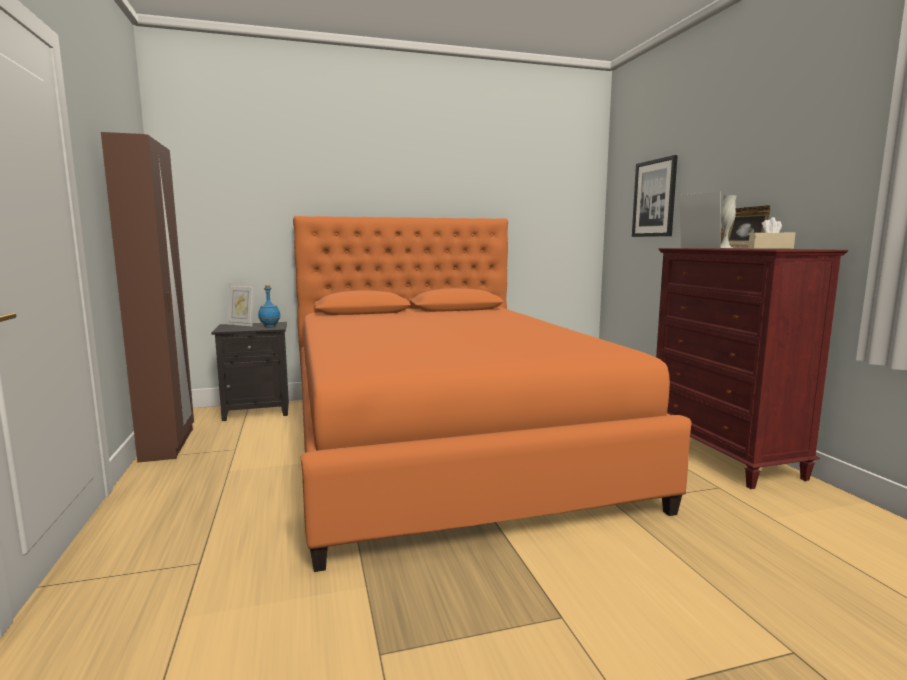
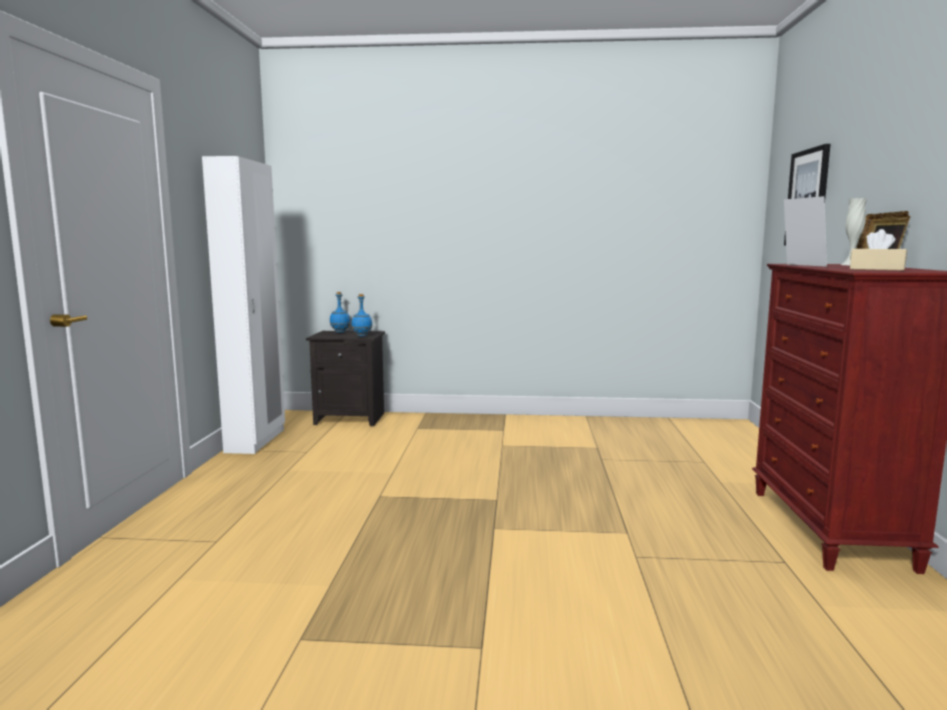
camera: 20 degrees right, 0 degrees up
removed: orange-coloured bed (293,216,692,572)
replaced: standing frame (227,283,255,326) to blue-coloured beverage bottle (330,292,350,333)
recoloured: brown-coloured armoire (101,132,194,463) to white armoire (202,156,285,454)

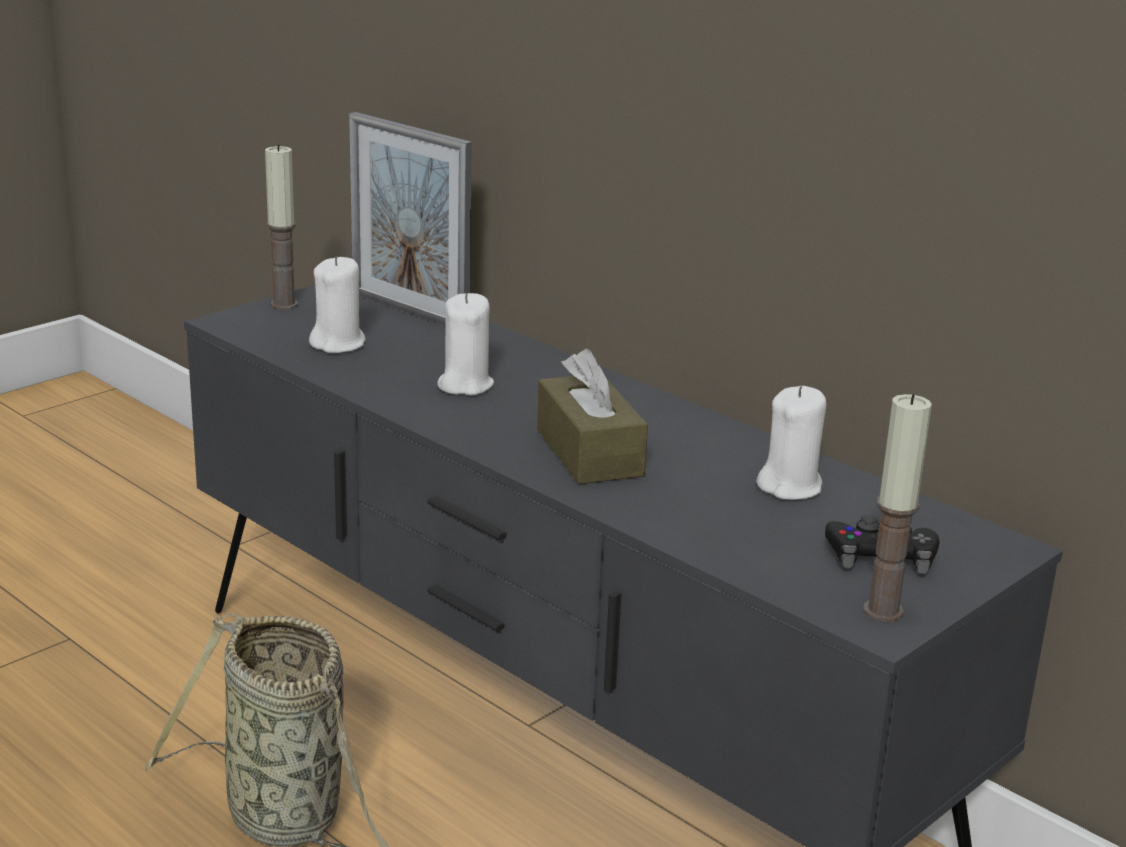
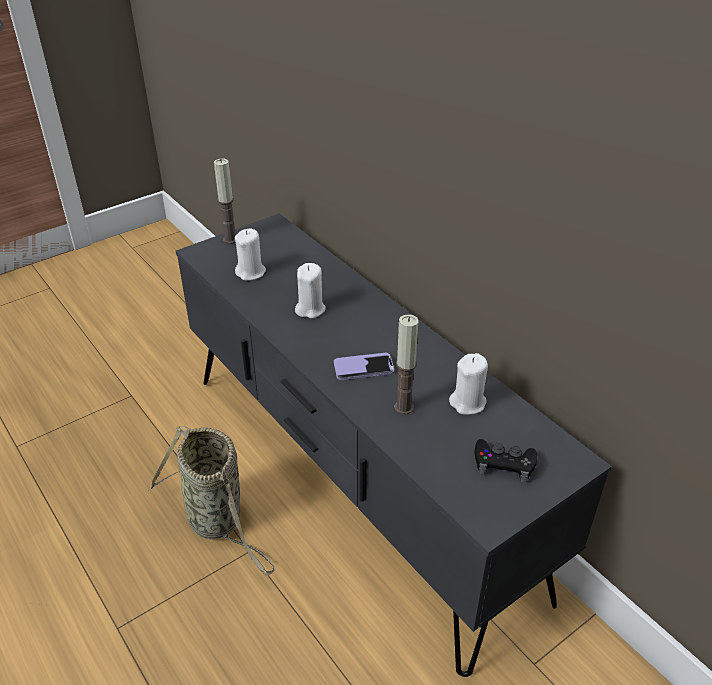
camera: 10 degrees right, 15 degrees up
removed: standing frame (349,112,472,326)
moved: wax light (863,394,932,622) to (394,314,419,415)
replaced: brown-coloured tissue holder (537,349,648,484) to handset (334,353,394,380)

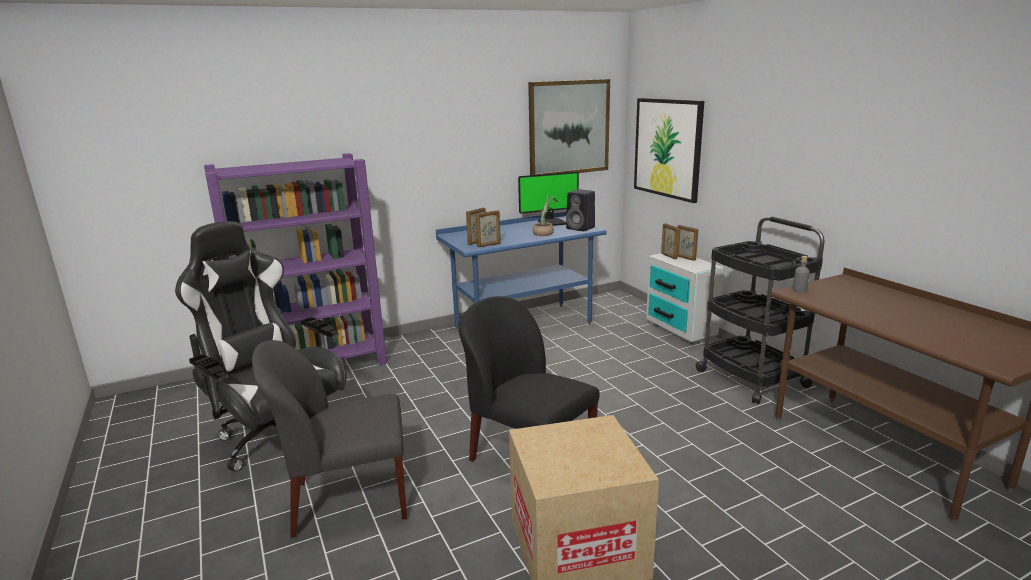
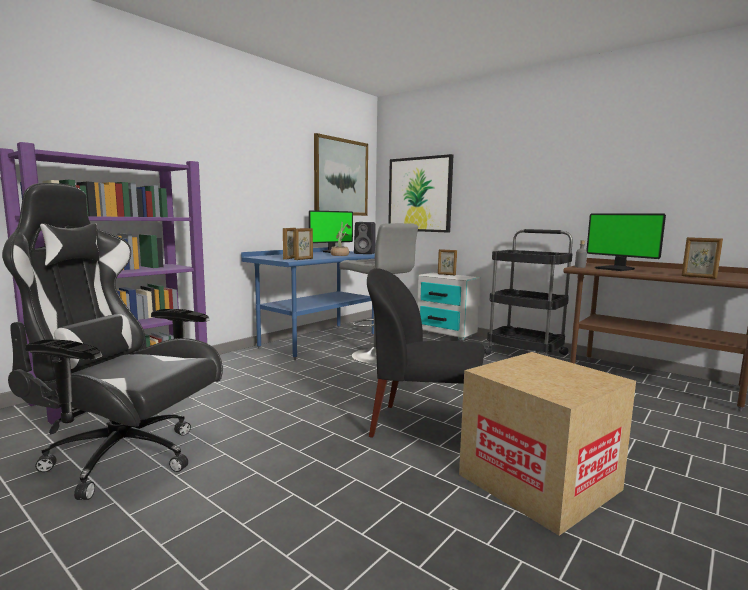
camera: 25 degrees left, 10 degrees down
removed: gray upright chair (252,340,407,538)
added: computer screen (586,213,666,271); gray stool seat (339,223,418,364)
moved: standing frame (661,223,679,259) to (682,237,723,279)

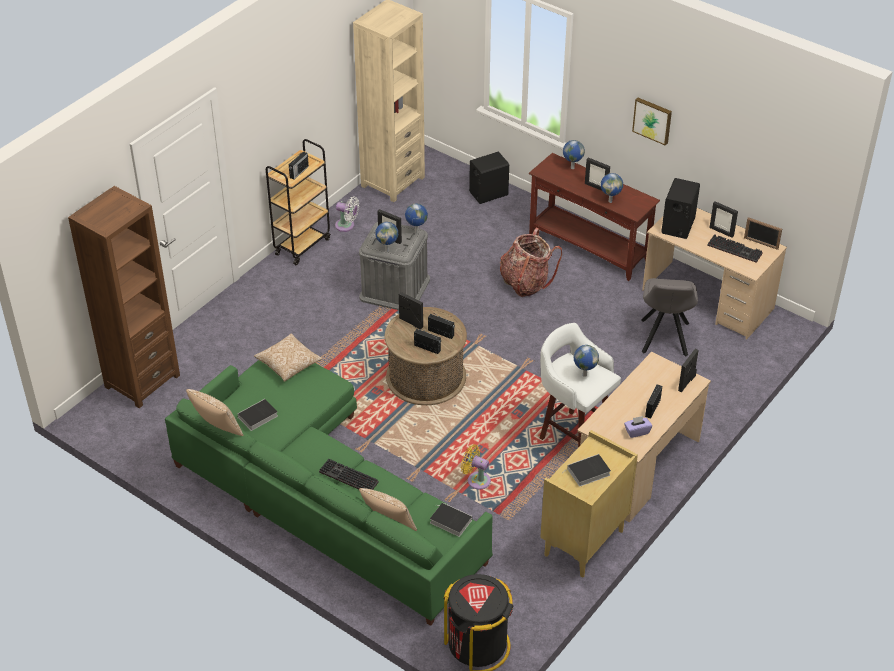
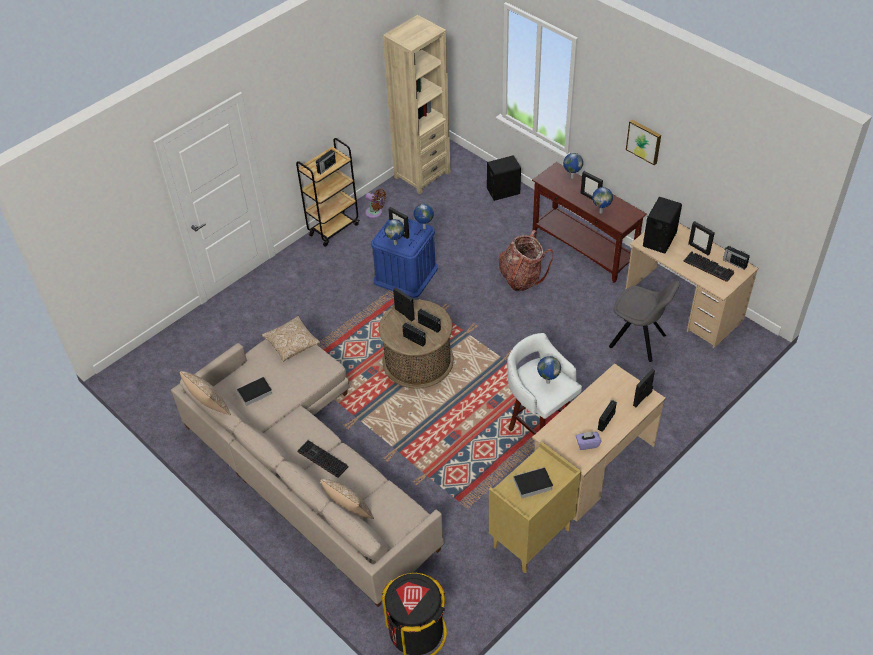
camera: 10 degrees right, 5 degrees up
removed: brown-coloured bookcase (68,186,180,408); yellow cooling fan (461,445,491,490); bound book (430,502,472,537)
replaced: standing frame (744,217,782,250) to radio receiver (723,246,750,270)
recoloured: white cooling fan (335,197,359,232) to brown-coloured cooling fan (365,189,386,218); gray storage container (359,222,430,310) to blue-coloured storage container (371,219,438,298); green sofa (165,360,493,626) to beige sofa (171,339,444,607)
turned: gray upright chair (641,278,698,356) = (609,280,680,362) 75 degrees counterclockwise

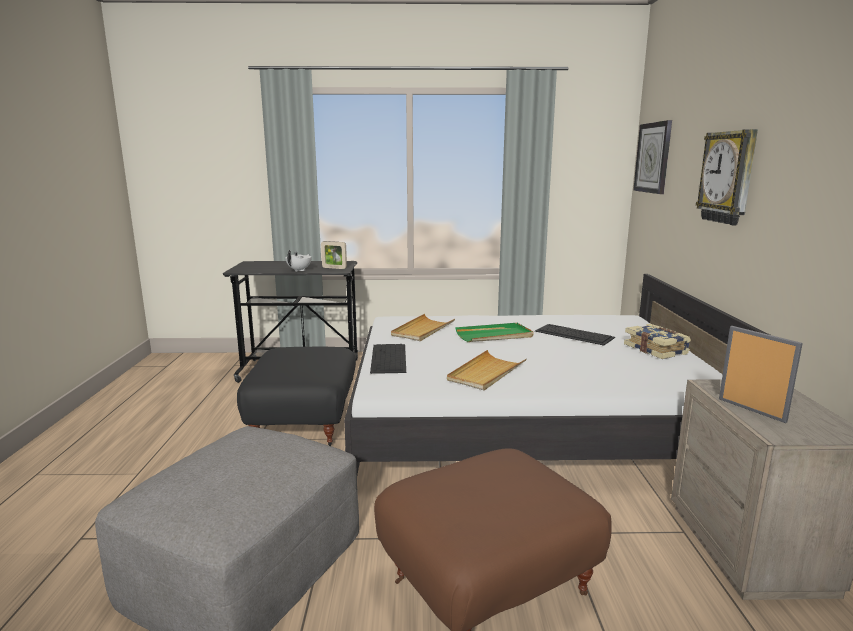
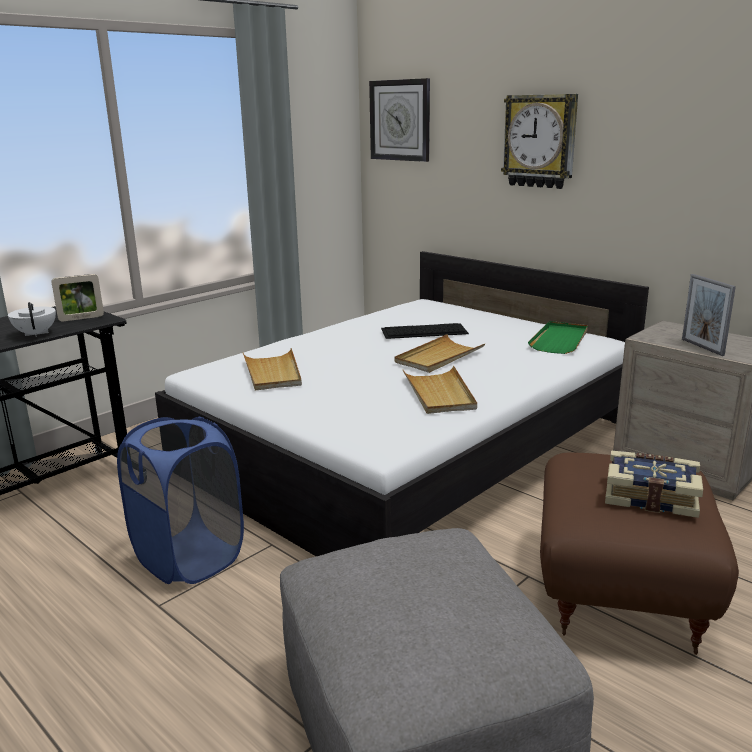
camera: 45 degrees left, 5 degrees up
removed: keyboard (370,344,406,374)
added: beige tray (394,334,485,373)
moved: green tray (455,323,534,342) to (528,321,588,354); bound book (624,324,691,359) to (605,451,703,518)
replaced: blackish ottoman (237,347,356,446) to blue-coloured washing basket (117,417,244,584)
turned: standing frame (719,326,803,423) = (682,274,736,356) 120 degrees counterclockwise

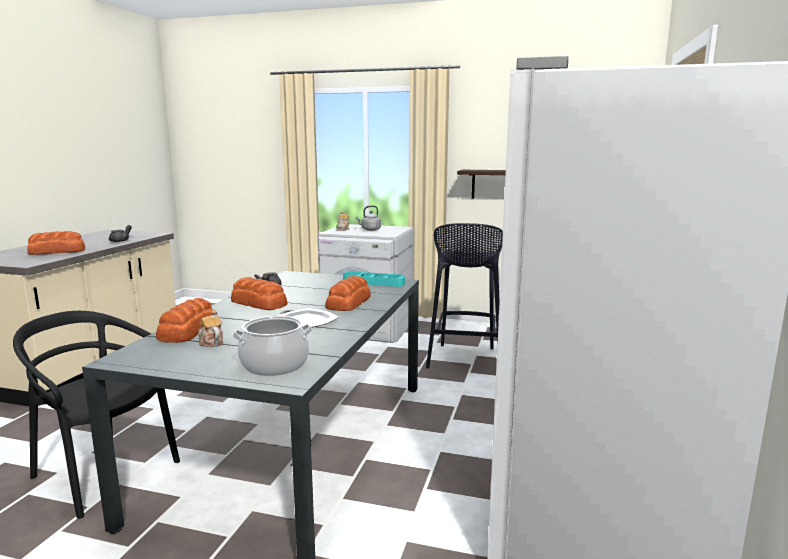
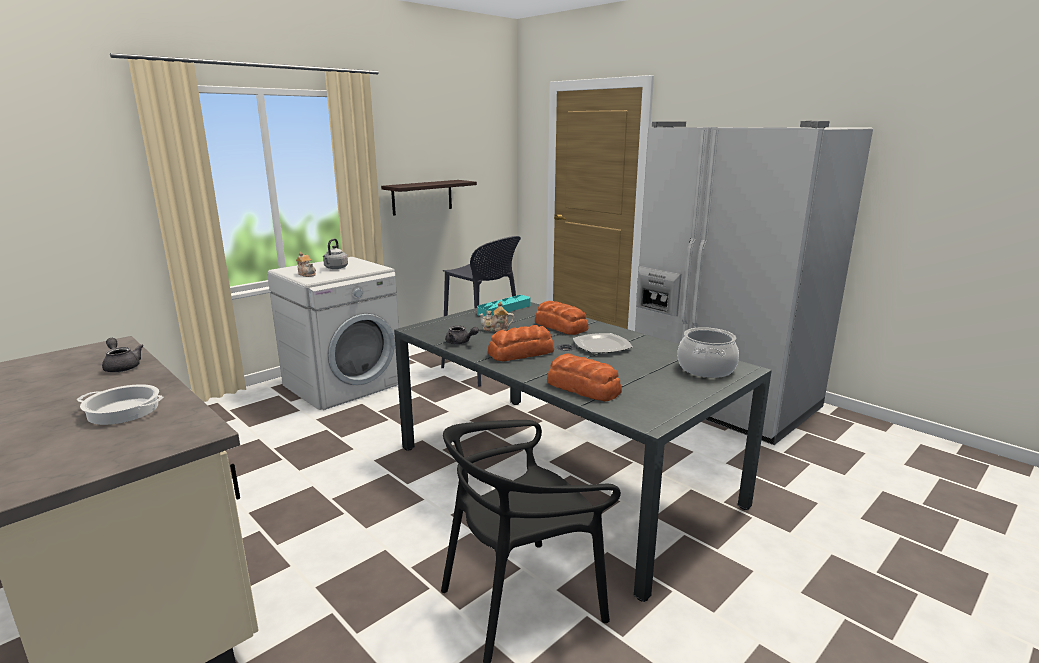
camera: 60 degrees left, 5 degrees up
moved: teapot (198,309,223,347) to (479,302,514,332)
replaced: baked bread (27,231,85,255) to saucepot (77,384,164,425)

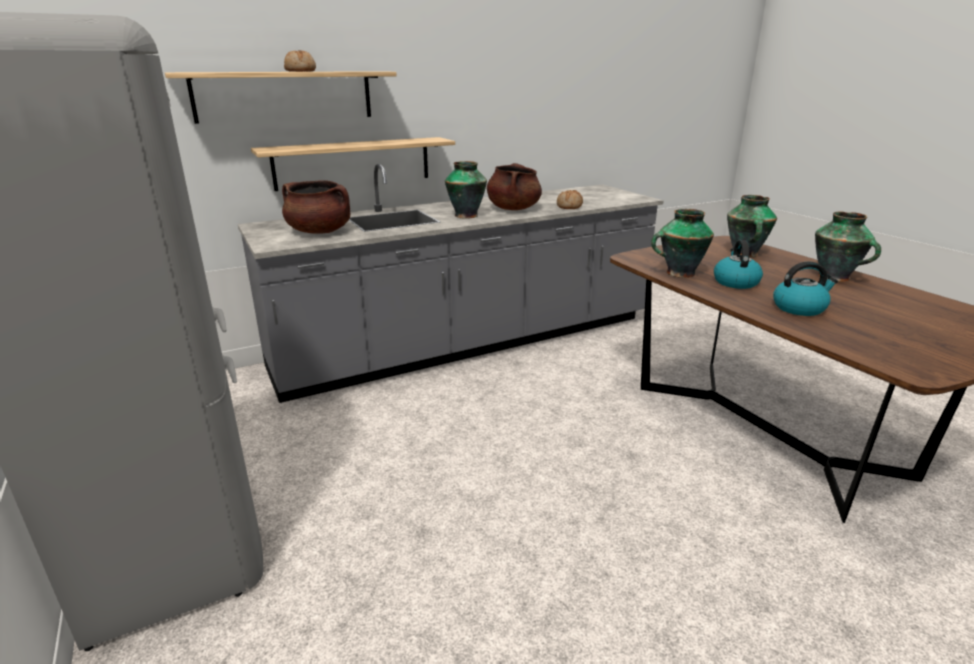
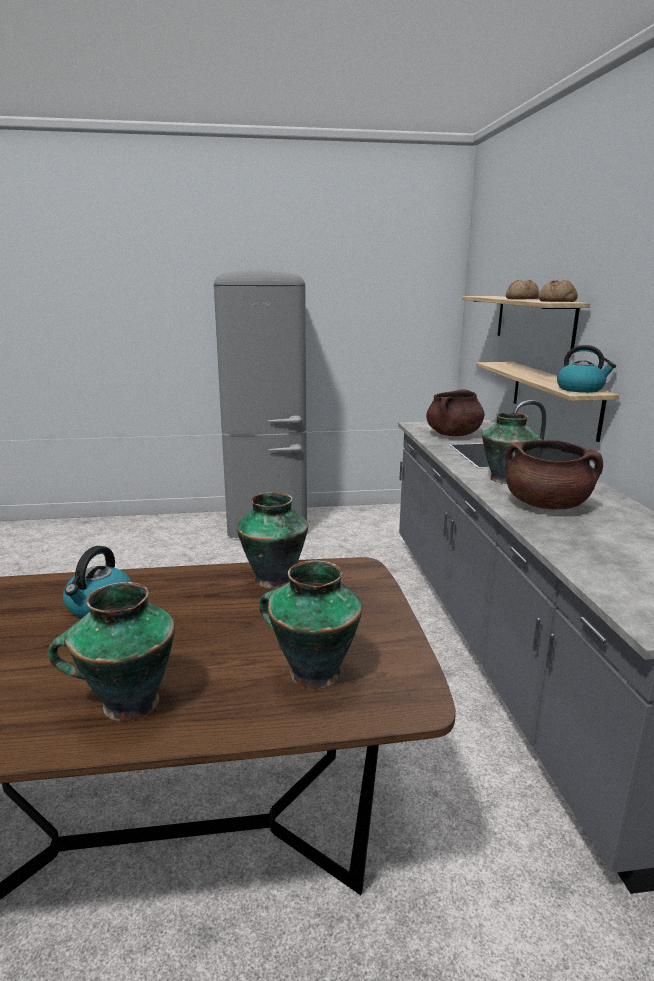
camera: 110 degrees right, 5 degrees down
moved: baked bread (557,190,583,209) to (538,280,578,302); water kettle (714,240,763,289) to (557,345,616,393)

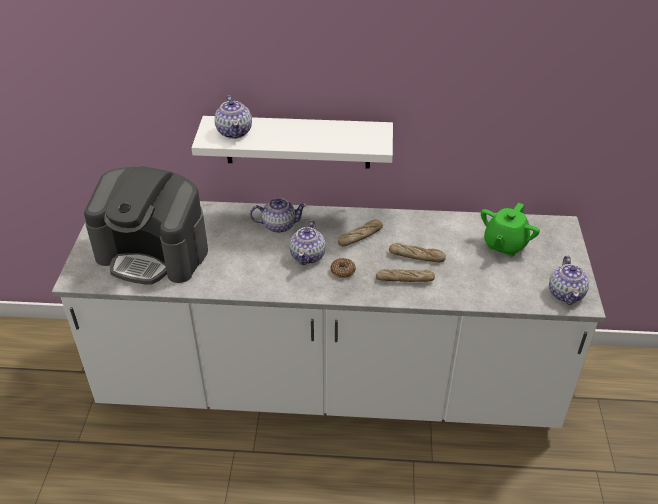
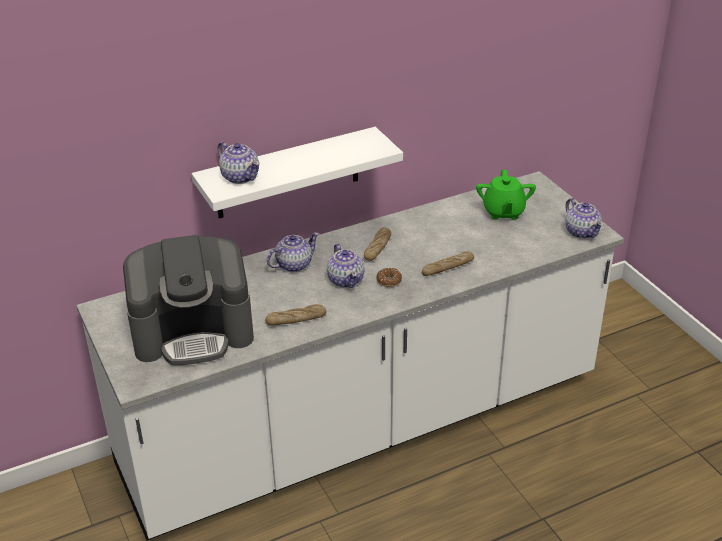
camera: 30 degrees left, 5 degrees down
moved: baked bread (389,243,446,262) to (265,304,326,325)

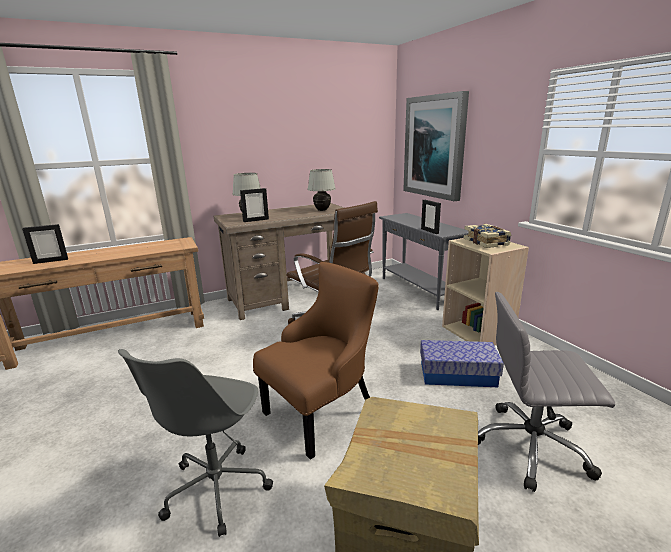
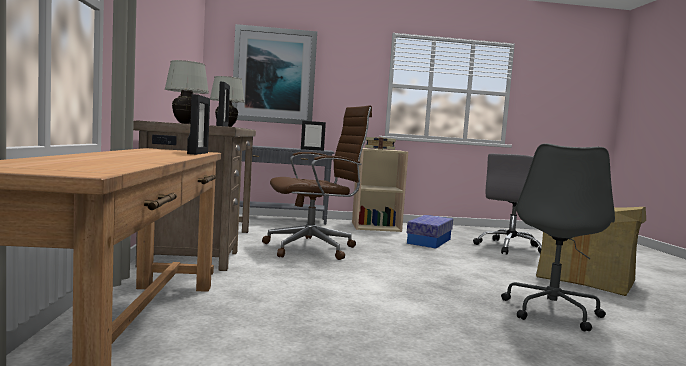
camera: 70 degrees left, 15 degrees down
removed: brown-coloured upright chair (253,262,379,460)
moved: standing frame (22,224,68,264) to (187,94,210,155)
turned: gray computer chair (118,349,273,537) = (501,143,615,331) 75 degrees clockwise

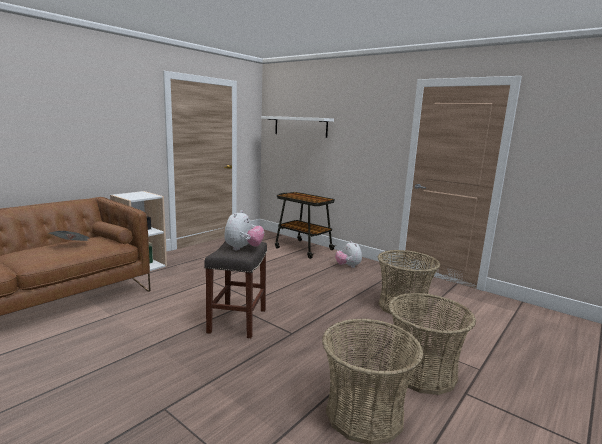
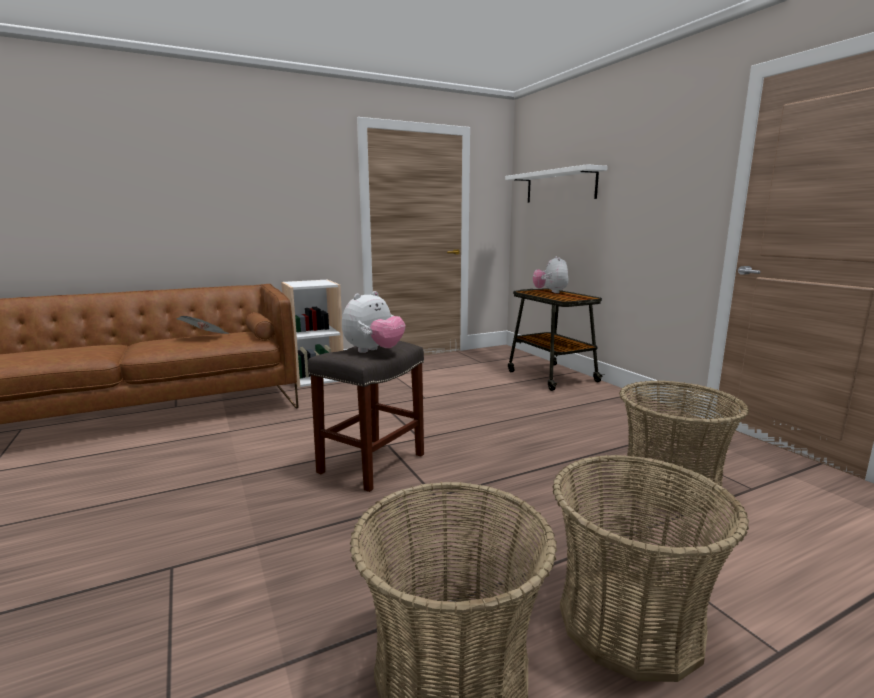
camera: 25 degrees right, 0 degrees up
moved: cuddly toy (335,241,362,268) to (533,256,568,293)

